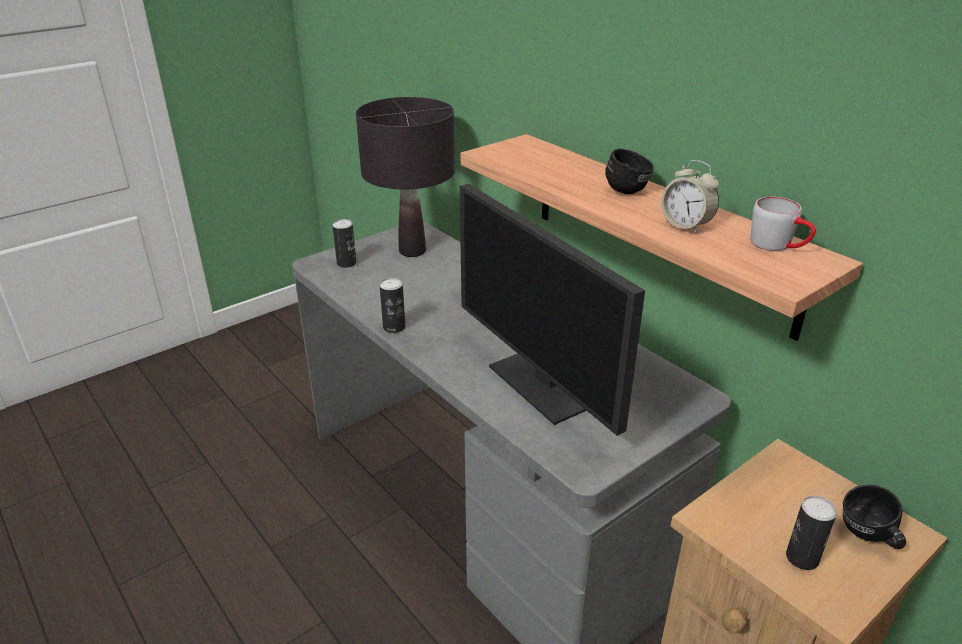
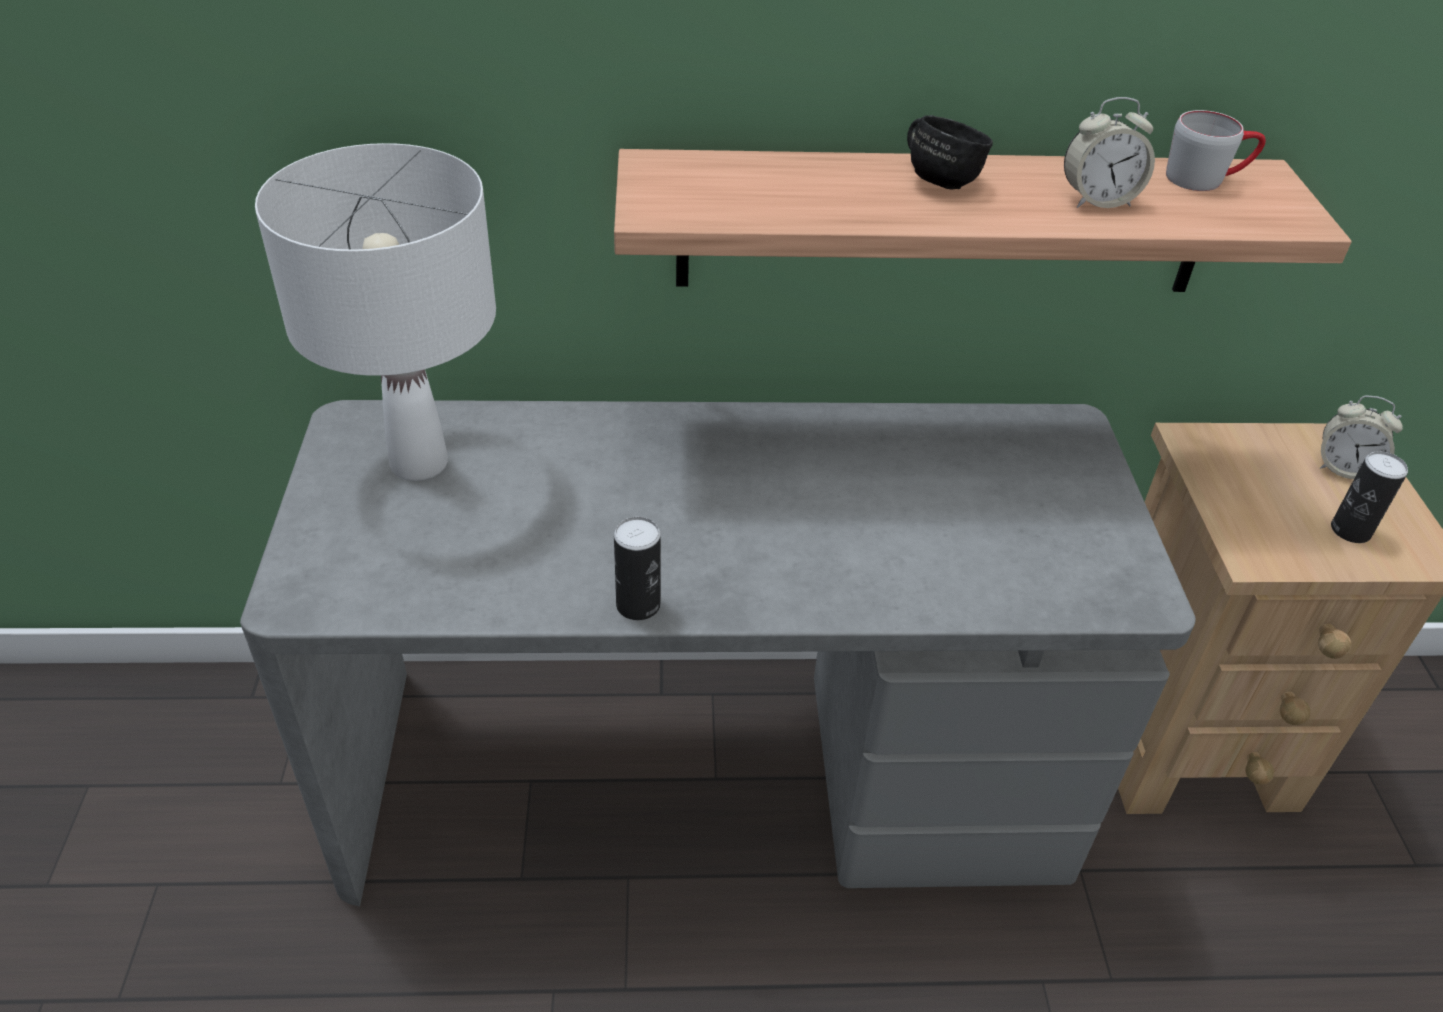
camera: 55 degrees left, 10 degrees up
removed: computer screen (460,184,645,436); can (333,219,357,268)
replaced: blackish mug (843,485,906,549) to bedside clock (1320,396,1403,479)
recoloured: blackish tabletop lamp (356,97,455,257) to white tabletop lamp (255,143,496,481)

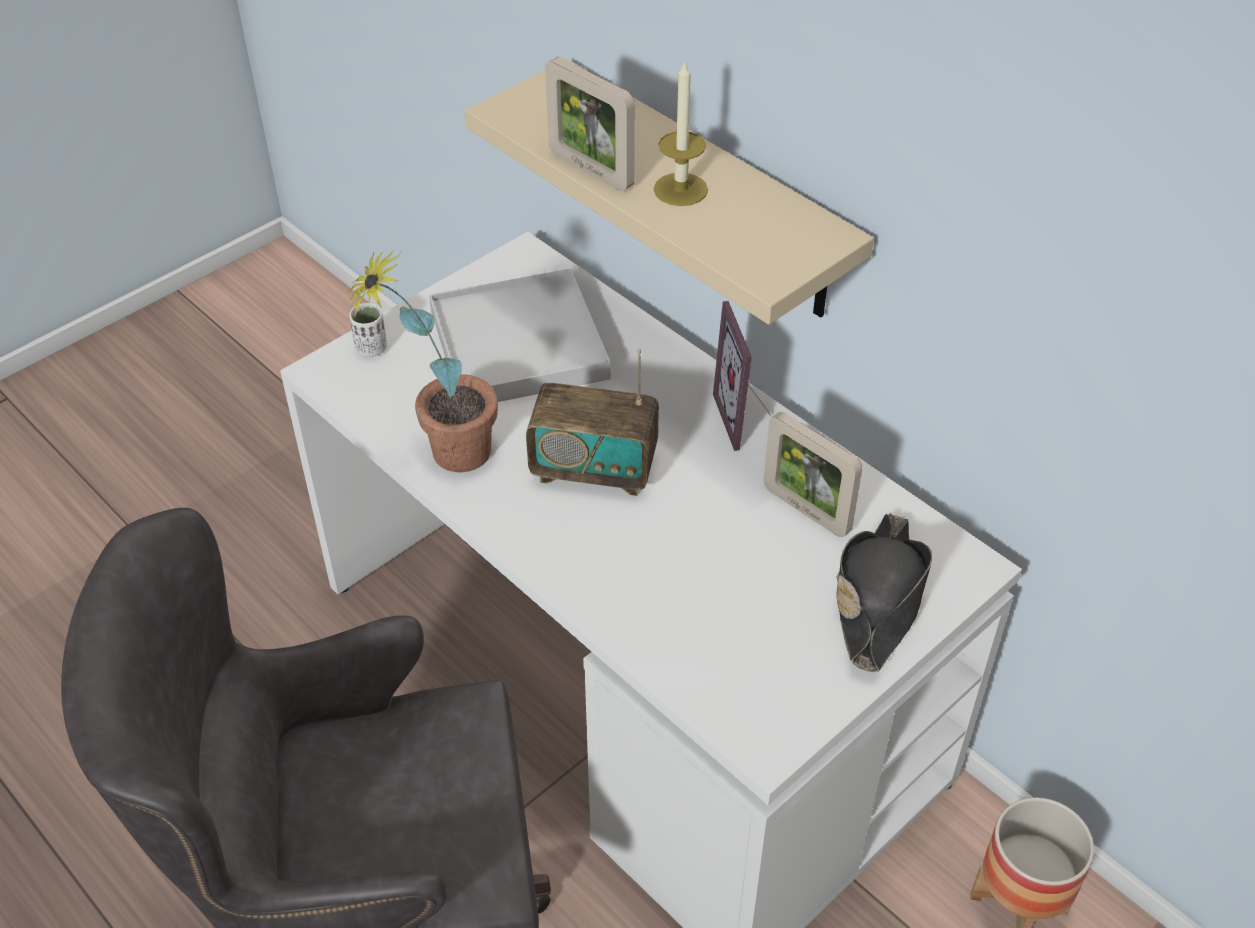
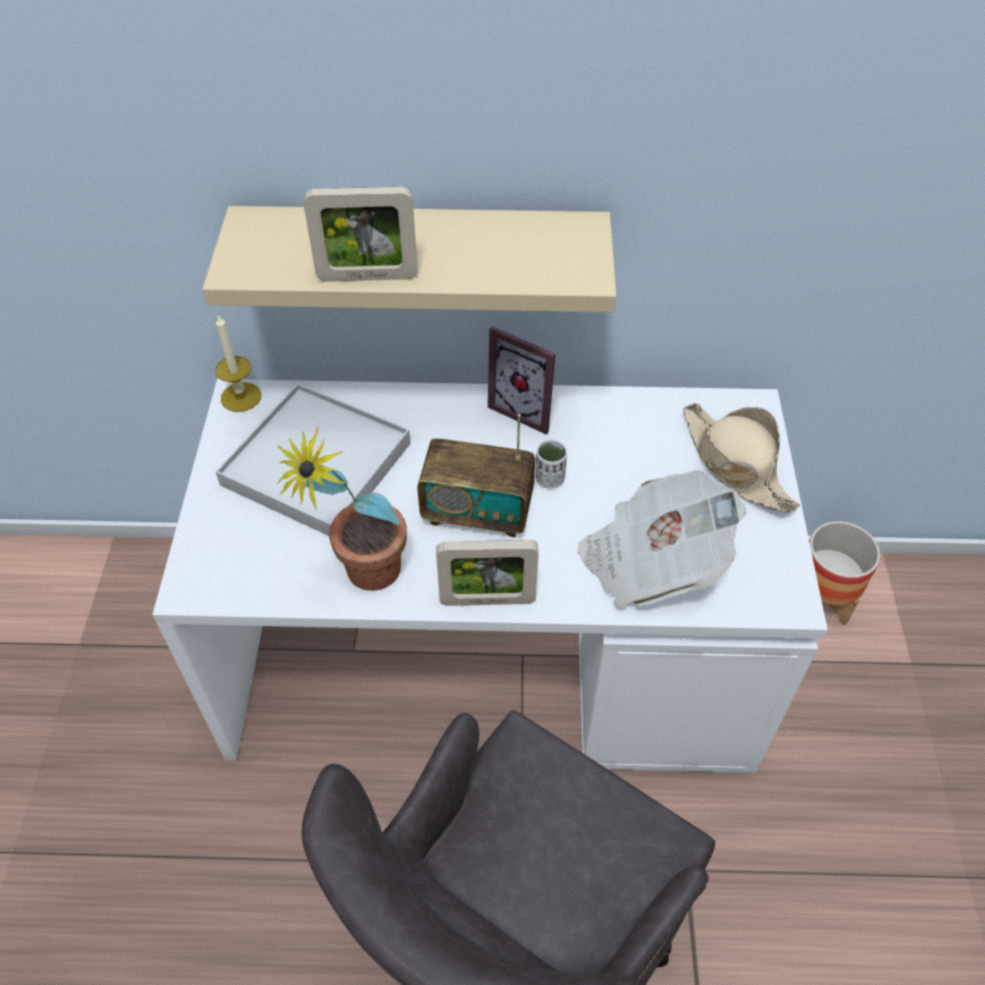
camera: 45 degrees left, 5 degrees up
added: daily paper (577,470,746,609)
moved: wax light (654,62,708,206) to (215,315,261,412); white small cup (349,303,387,357) to (535,440,567,488); standing frame (764,412,862,537) to (436,540,539,606)
recoloured: blackish hat (836,513,933,672) to beige hat (683,403,800,512)
turned: radio receiver (526,349,659,496) = (417,414,535,538) 45 degrees clockwise

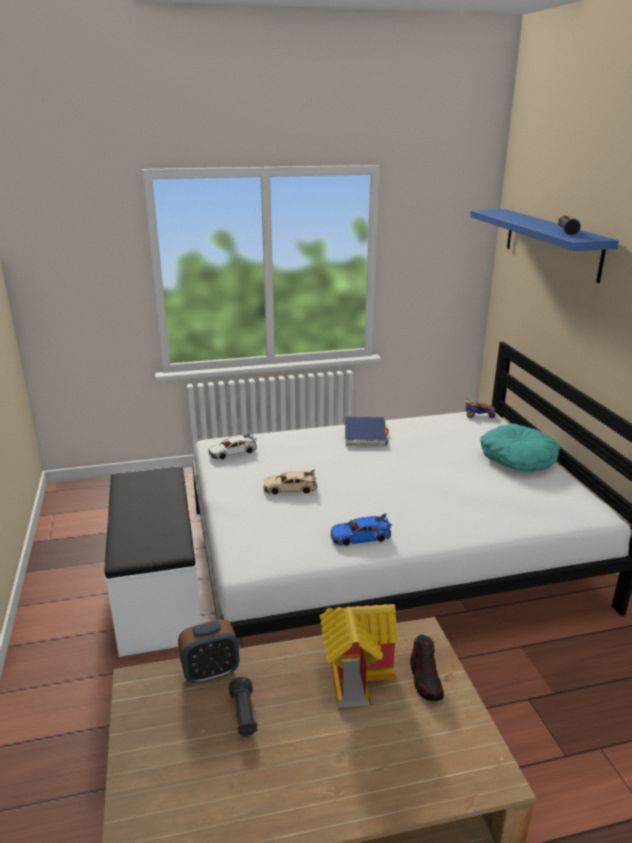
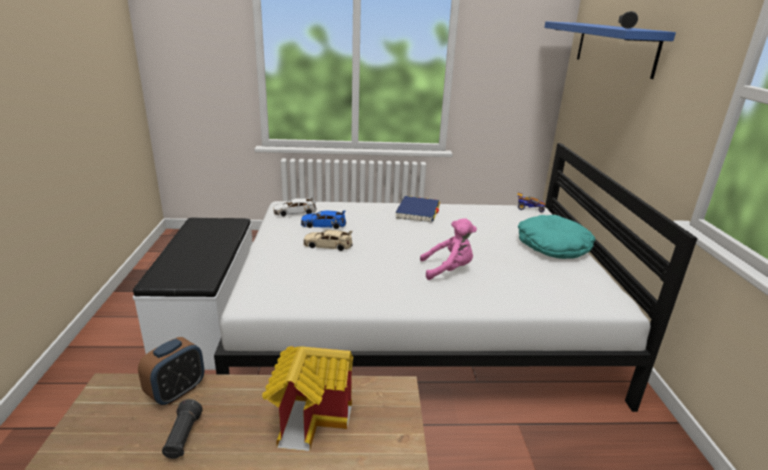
camera: 10 degrees right, 0 degrees up
removed: item of footwear (410,634,444,701)
added: pink-coloured cuddly toy (420,218,477,280)
moved: blue-coloured toy car (330,513,392,546) to (301,210,346,229)
turned: bedside clock (178,619,239,684) = (138,337,204,405) 45 degrees counterclockwise

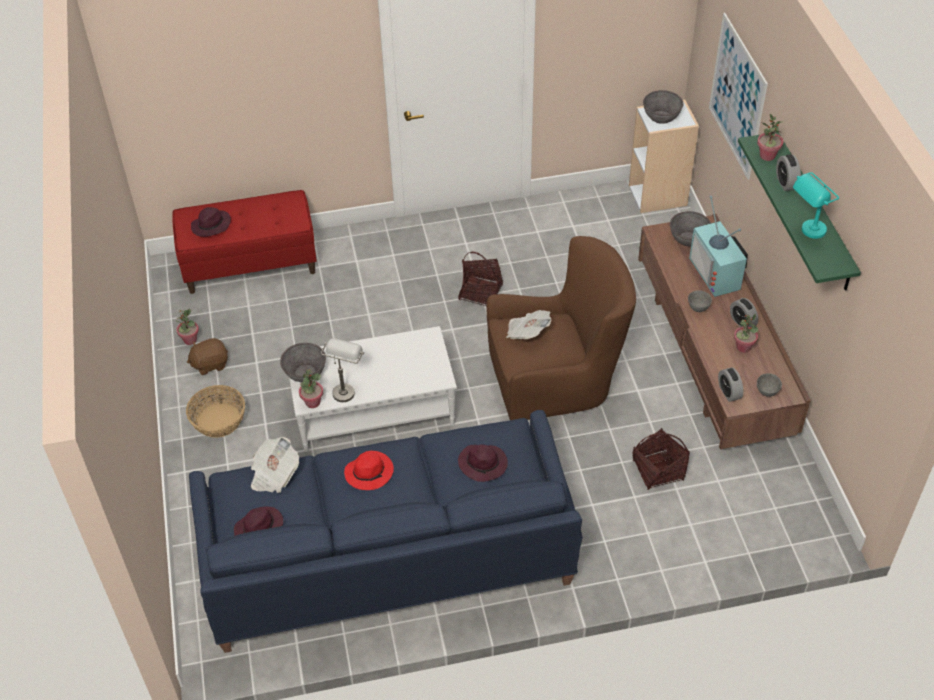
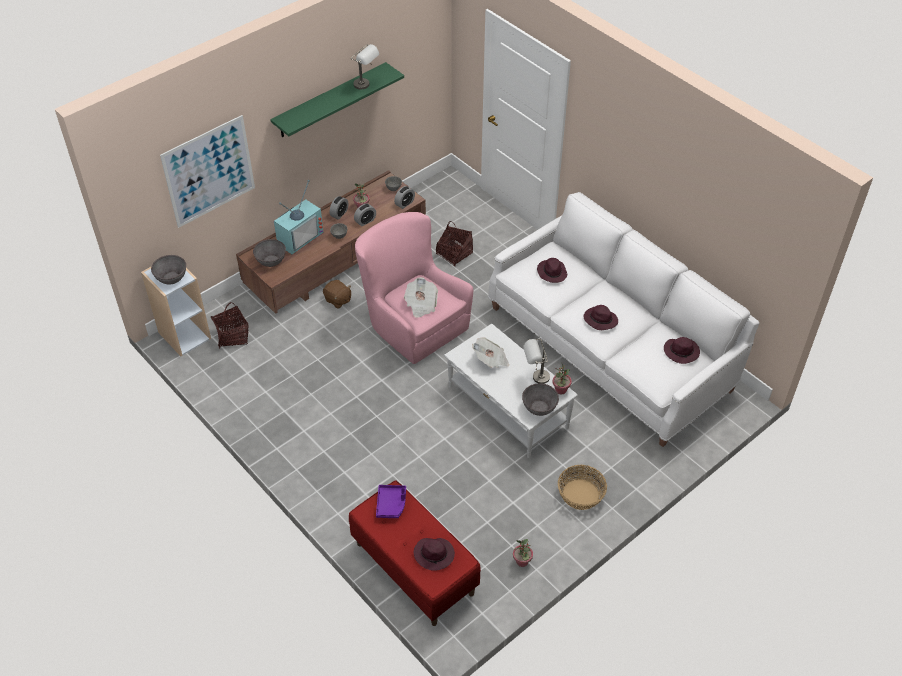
camera: 120 degrees left, 0 degrees up
removed: houseplant (757,114,783,161)
added: purple tray (376,485,406,518)
moved: bedside clock (776,154,801,191) to (354,204,376,226); basket (458,252,503,306) to (211,302,249,348); brown-coloured cuddly toy (187,338,228,375) to (323,280,351,309); daily paper (251,437,299,493) to (472,338,510,368)
recoloured: blue-green tabletop lamp (793,172,839,239) to gray tabletop lamp (351,44,379,89); brown-coloured armchair (487,236,636,420) to pink-coloured armchair (355,212,473,364); blue-coloured sofa (189,410,583,653) to white sofa (488,192,759,447); red hat (344,451,394,490) to purple hat (584,305,618,330)

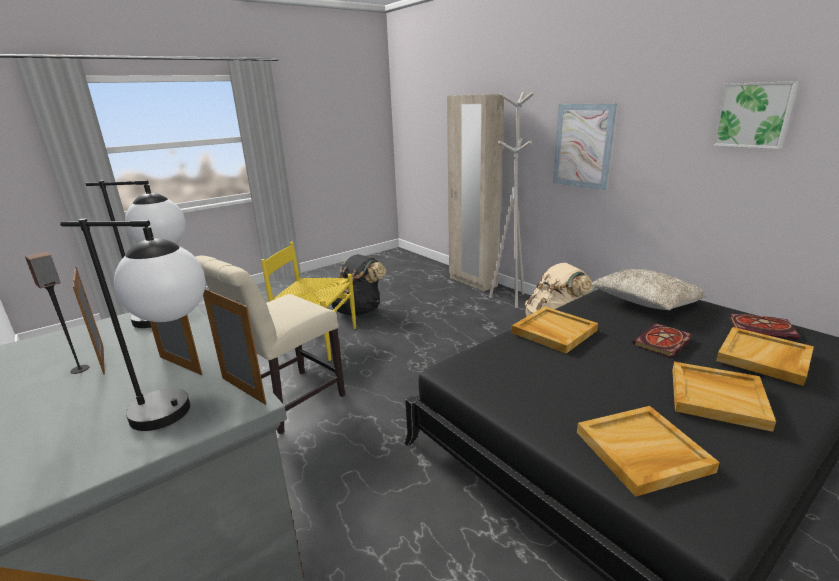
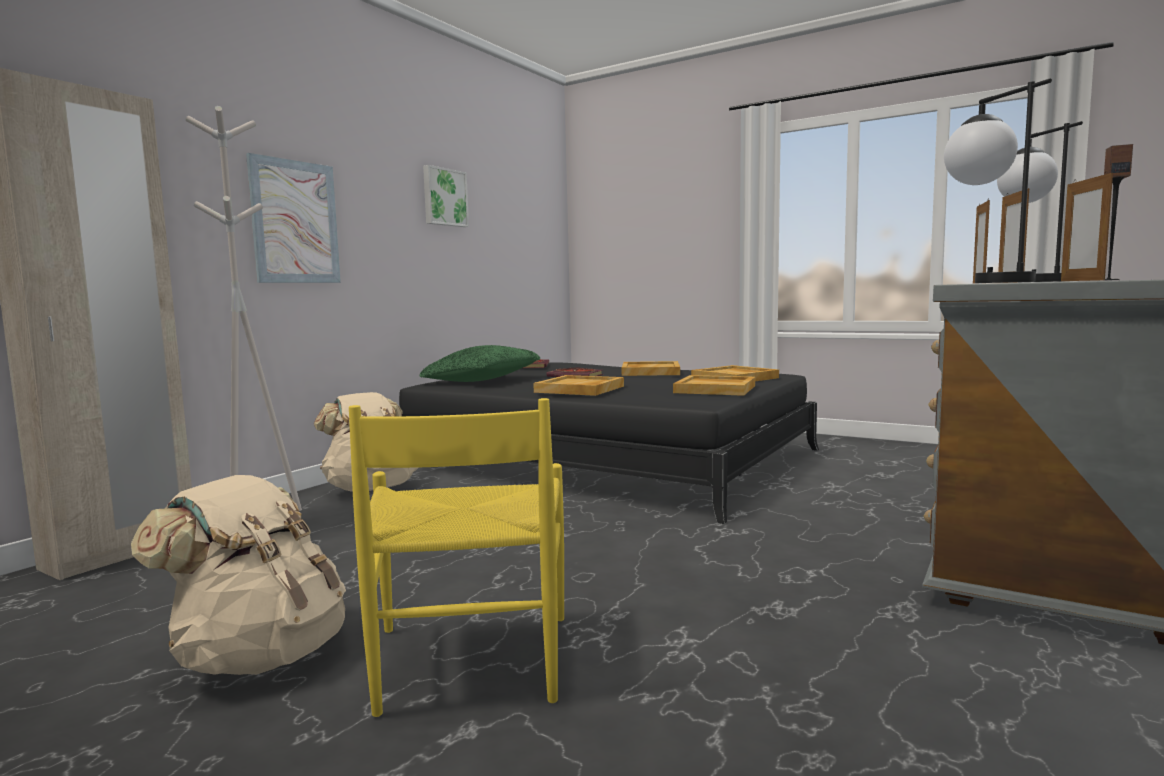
camera: 110 degrees left, 15 degrees down
removed: beige upright chair (195,256,345,434)
moved: beige tray (716,327,814,386) to (673,375,755,396)
recoloured: blackish backpack (332,254,386,316) to beige backpack (131,475,346,675); beige cushion (591,269,705,310) to green cushion (420,345,540,382)
turned: standing frame (73,266,105,375) = (1061,171,1113,281) 150 degrees clockwise

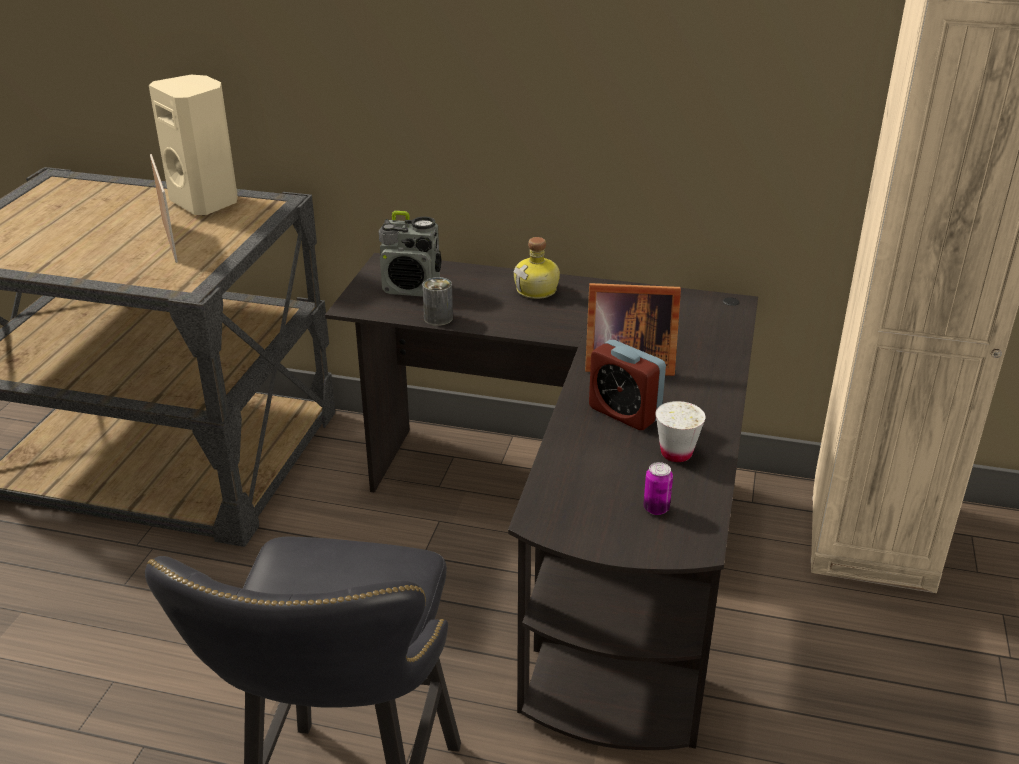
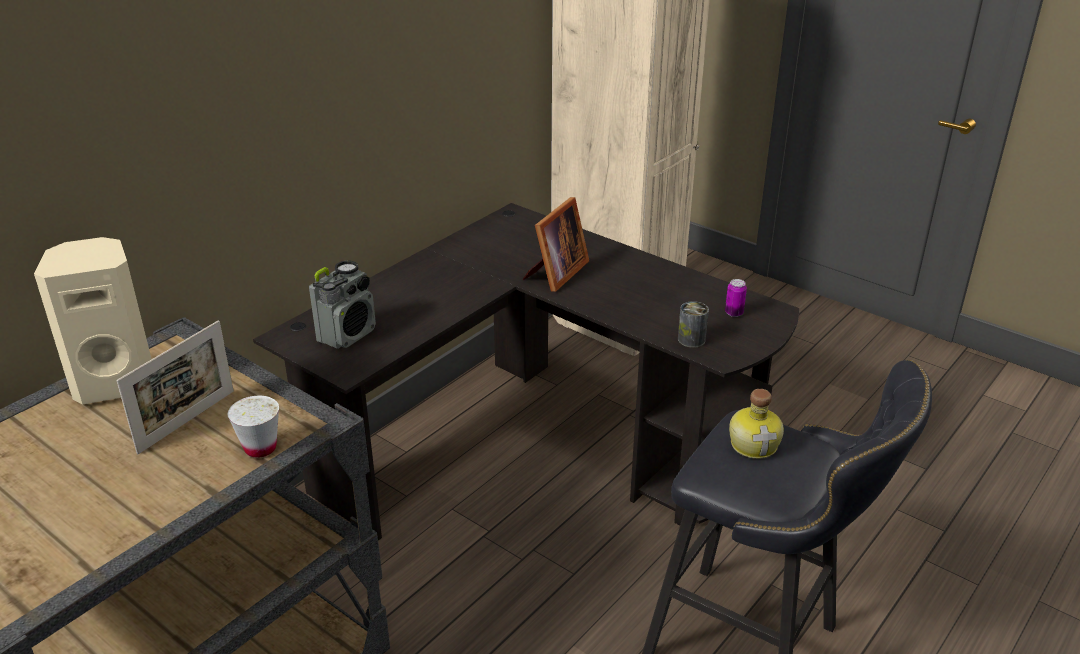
camera: 65 degrees left, 0 degrees up
removed: bedside clock (589,340,666,430)
moved: beverage bottle (514,237,560,299) to (729,389,784,459); can (422,277,453,326) to (678,301,709,348); white small cup (655,401,706,462) to (228,396,279,458)
turned: standing frame (150,154,178,263) = (116,320,234,454) 120 degrees clockwise

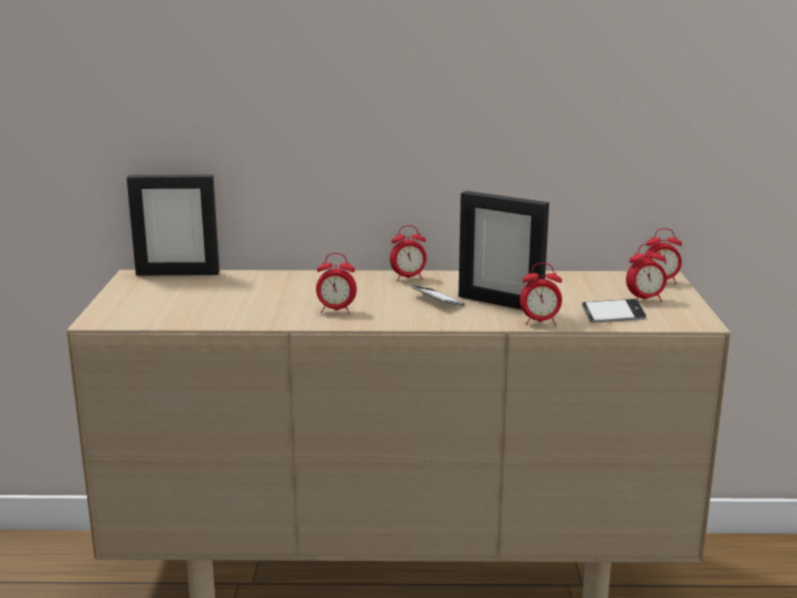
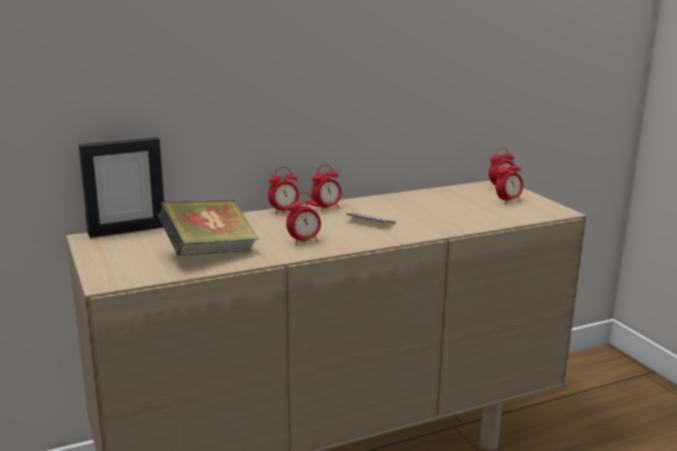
camera: 25 degrees left, 0 degrees up
removed: standing frame (459,191,549,310); handset (582,299,646,323)
added: bound book (156,200,259,255)
moved: bedside clock (520,263,562,325) to (268,167,299,214)

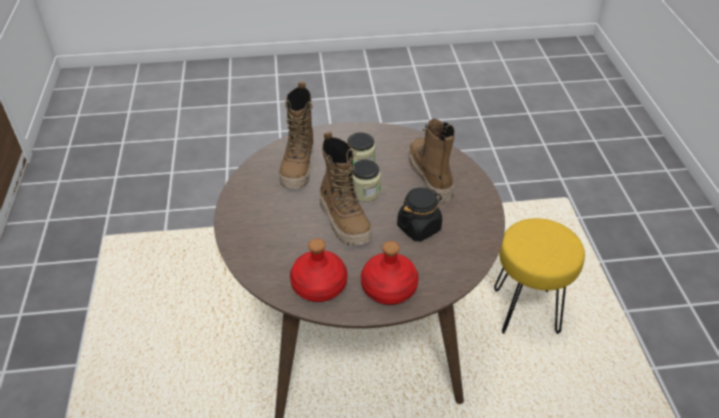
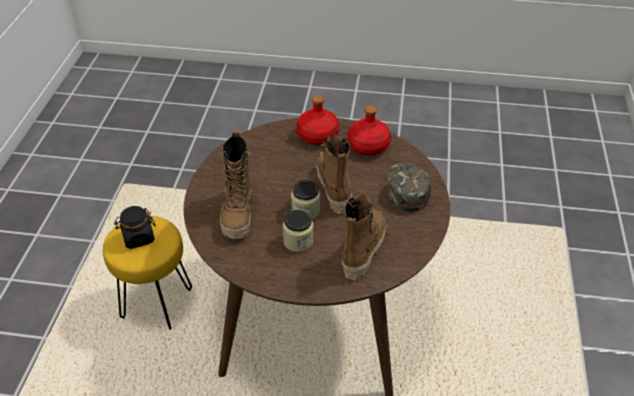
camera: 165 degrees left, 0 degrees up
added: green cap (387,162,431,212)
moved: blackish jar (397,187,442,242) to (114,206,156,249)

